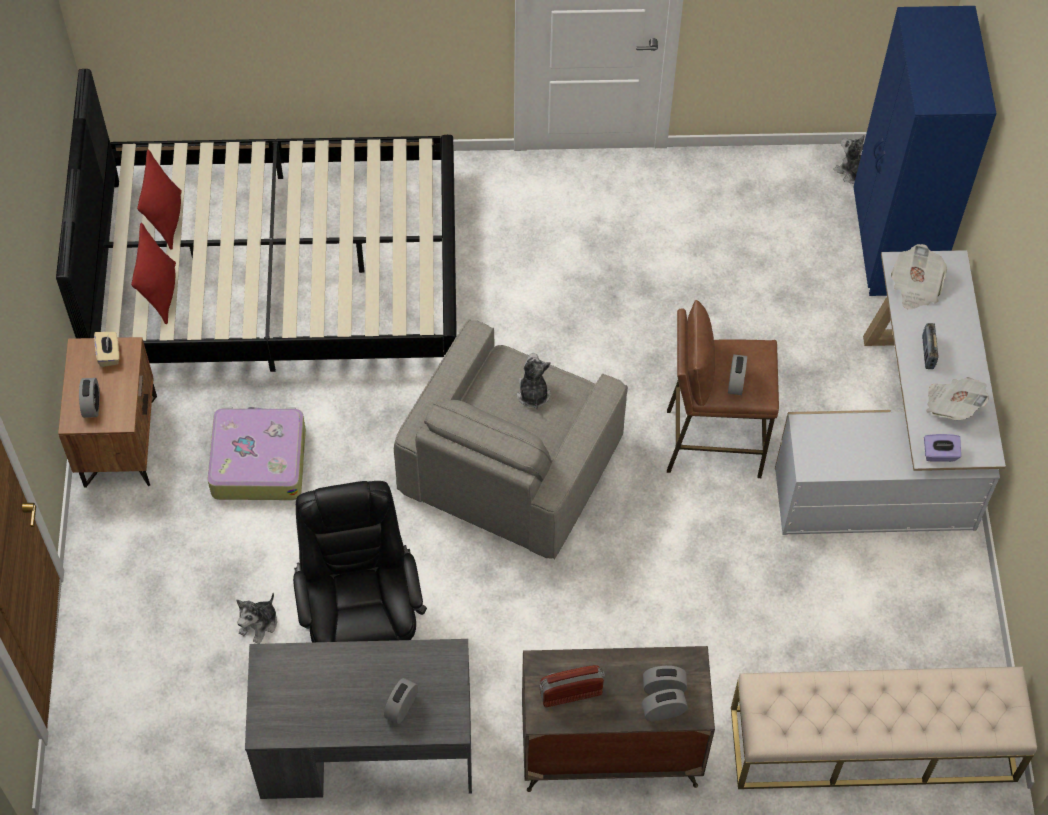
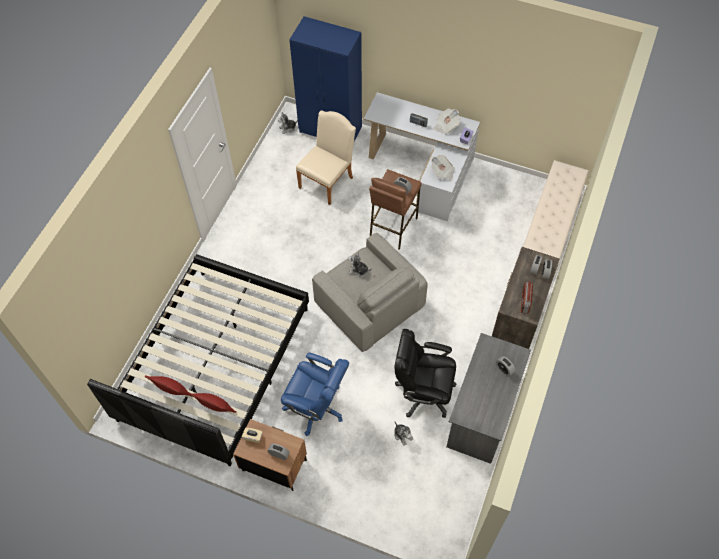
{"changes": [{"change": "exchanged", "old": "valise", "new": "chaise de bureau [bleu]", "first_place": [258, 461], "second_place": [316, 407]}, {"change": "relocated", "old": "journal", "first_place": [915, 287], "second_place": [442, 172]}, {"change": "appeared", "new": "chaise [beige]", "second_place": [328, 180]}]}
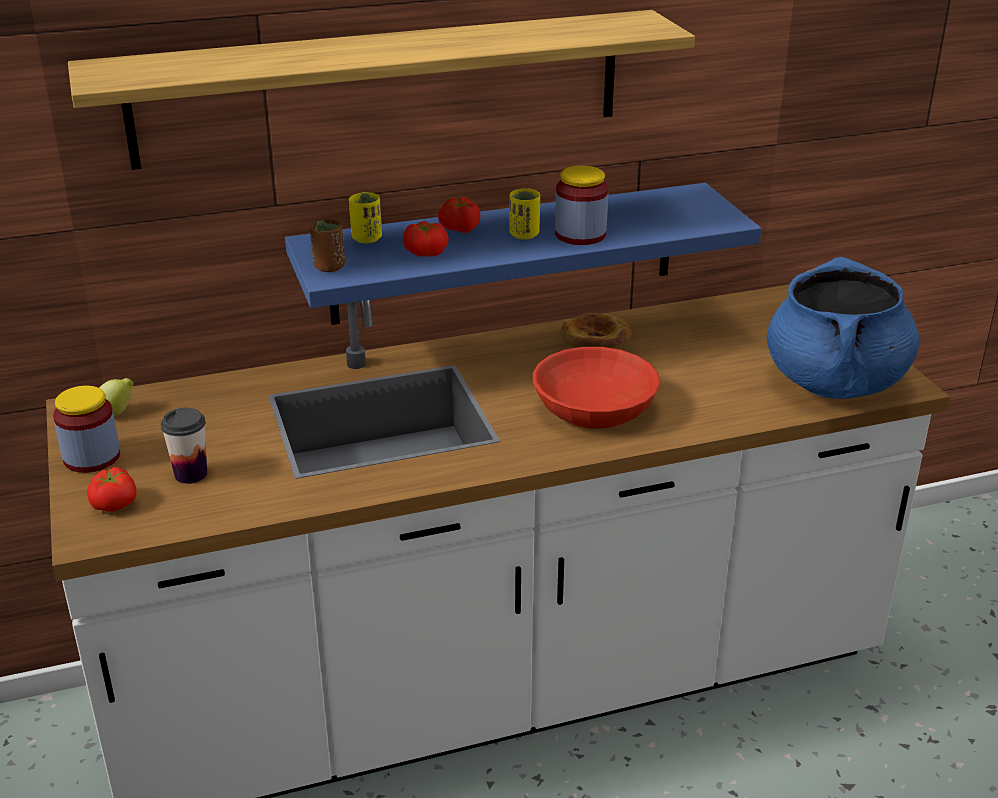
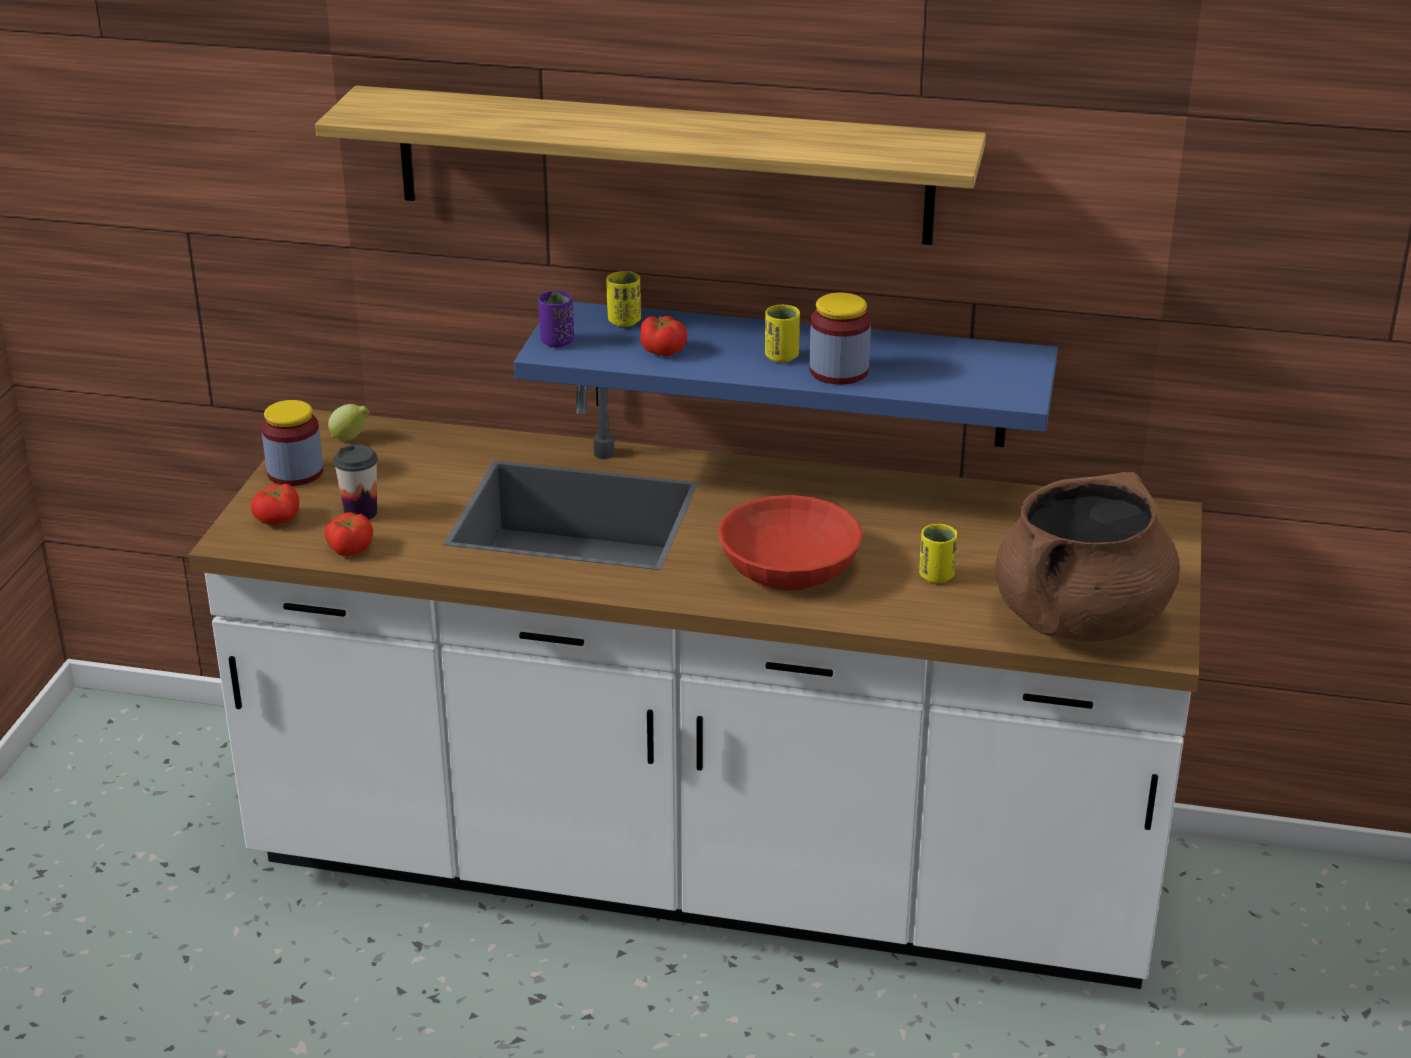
{"changes": [{"change": "colour", "old": "tasse [marron]", "new": "tasse [violet]", "first_place": [329, 267], "second_place": [557, 342]}, {"change": "relocated", "old": "tomate", "first_place": [459, 229], "second_place": [349, 548]}, {"change": "missing", "old": "pain", "first_place": [595, 338]}, {"change": "colour", "old": "marmite [bleu]", "new": "marmite [marron]", "first_place": [835, 383], "second_place": [1080, 620]}, {"change": "appeared", "new": "tasse [jaune]", "second_place": [936, 576]}]}
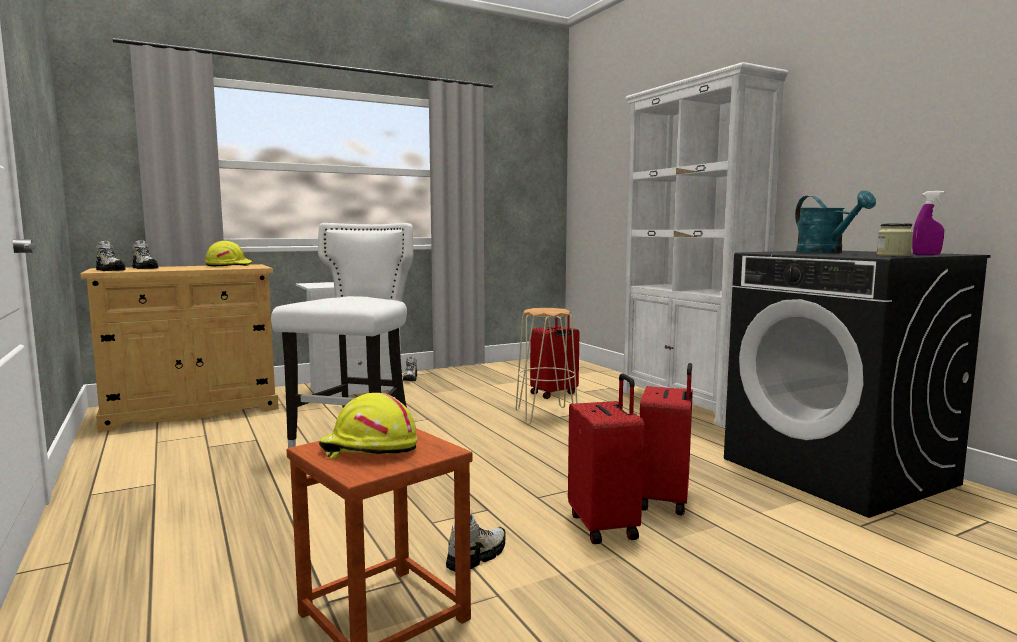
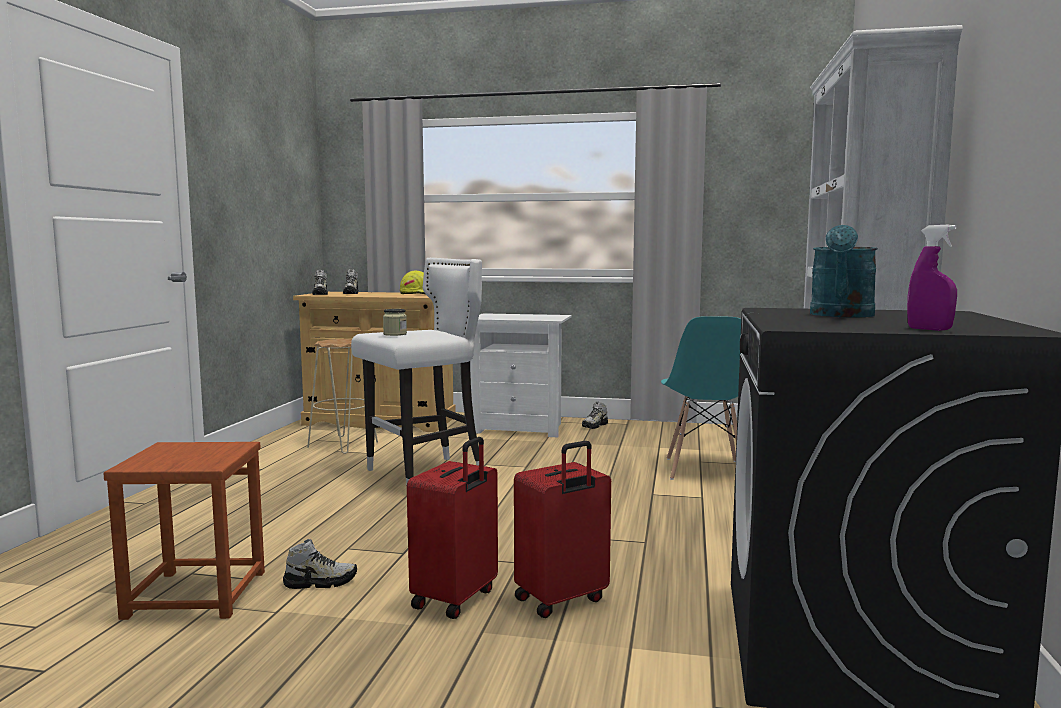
{"changes": [{"change": "missing", "old": "casque de chantier [jaune]", "first_place": [368, 449]}, {"change": "relocated", "old": "tabouret [beige]", "first_place": [546, 415], "second_place": [343, 445]}, {"change": "exchanged", "old": "valise [rouge]", "new": "chaise [turquoise]", "first_place": [554, 394], "second_place": [704, 470]}, {"change": "relocated", "old": "bocal", "first_place": [893, 255], "second_place": [395, 334]}]}
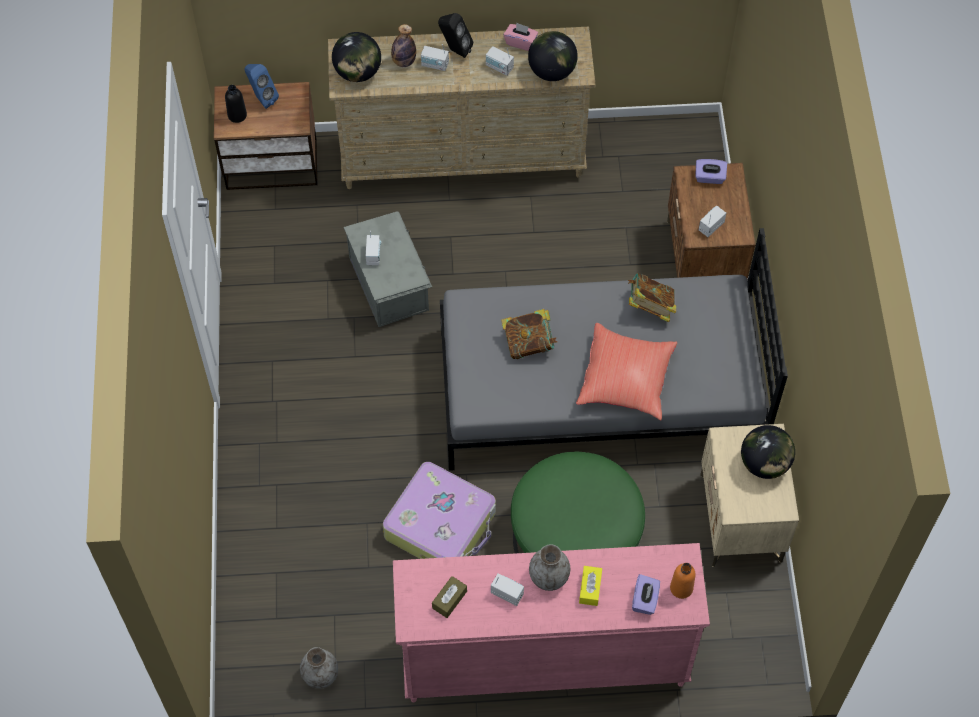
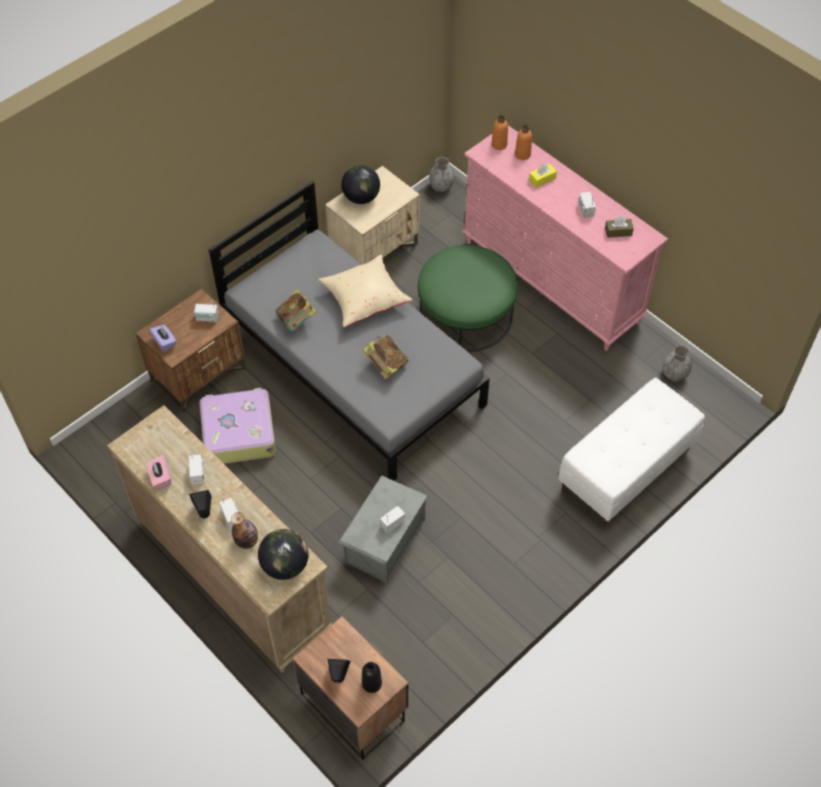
{"changes": [{"change": "colour", "old": "enceinte [bleu]", "new": "enceinte [noir]", "first_place": [262, 98], "second_place": [339, 679]}, {"change": "relocated", "old": "valise", "first_place": [441, 524], "second_place": [238, 433]}, {"change": "missing", "old": "globe", "first_place": [552, 71]}, {"change": "relocated", "old": "vase [gris]", "first_place": [548, 577], "second_place": [441, 186]}, {"change": "colour", "old": "coussin [rouge]", "new": "coussin [beige]", "first_place": [626, 381], "second_place": [364, 299]}, {"change": "exchanged", "old": "boîte à mouchoirs [violet]", "new": "bouteille [orange]", "first_place": [645, 600], "second_place": [522, 154]}, {"change": "appeared", "new": "banc [blanc]", "second_place": [626, 470]}]}
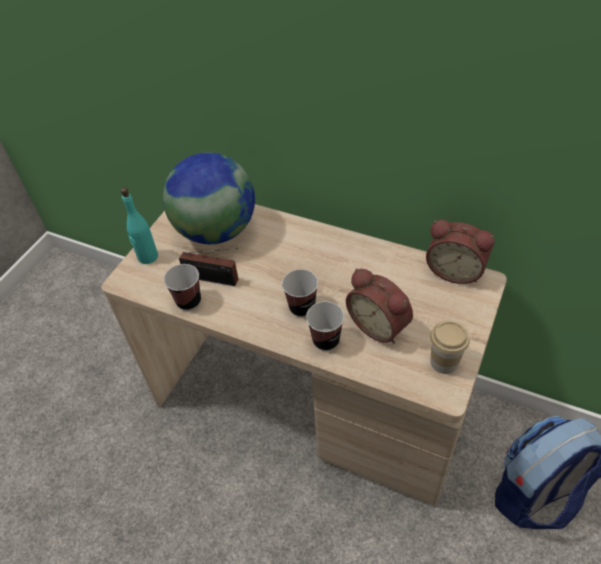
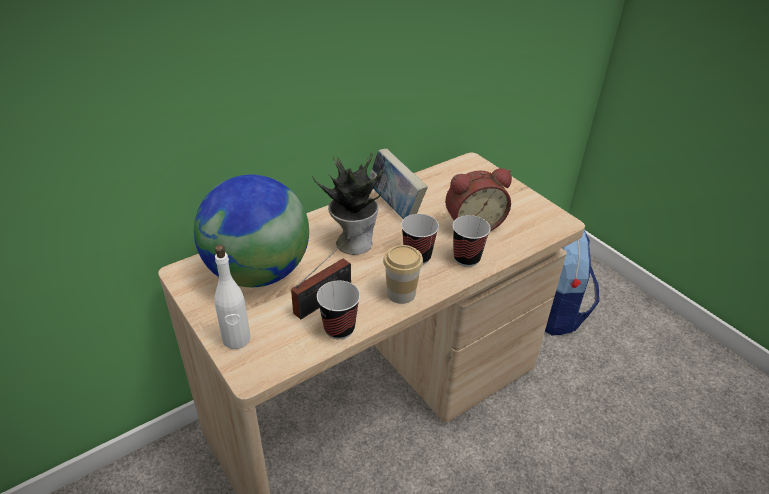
{"changes": [{"change": "colour", "old": "bouteille [turquoise]", "new": "bouteille [blanc]", "first_place": [147, 257], "second_place": [236, 339]}, {"change": "missing", "old": "réveil", "first_place": [455, 270]}, {"change": "relocated", "old": "tasse", "first_place": [444, 362], "second_place": [401, 293]}, {"change": "appeared", "new": "plante en pot", "second_place": [353, 242]}, {"change": "appeared", "new": "livre", "second_place": [395, 207]}]}
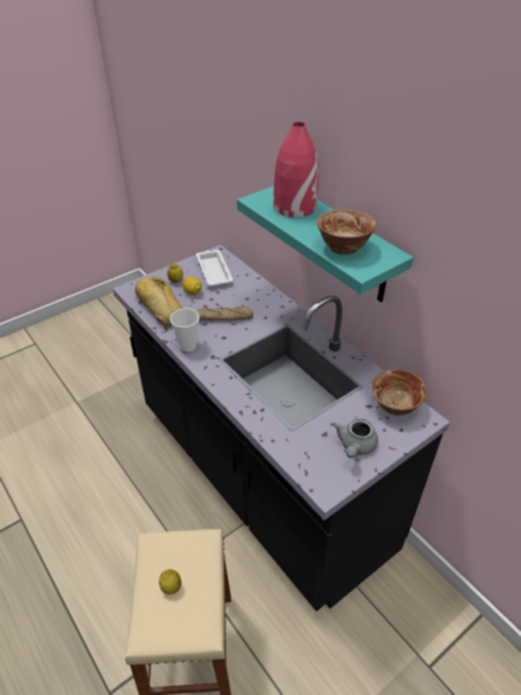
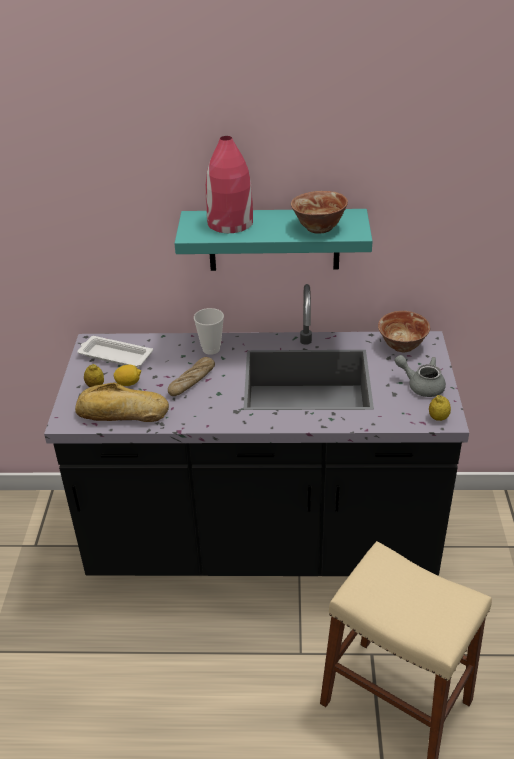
{"changes": [{"change": "relocated", "old": "citron", "first_place": [171, 587], "second_place": [438, 418]}, {"change": "relocated", "old": "tasse", "first_place": [188, 346], "second_place": [211, 349]}, {"change": "spun", "old": "théière [gris]", "first_place": [355, 446], "second_place": [421, 385], "degrees": 150}]}
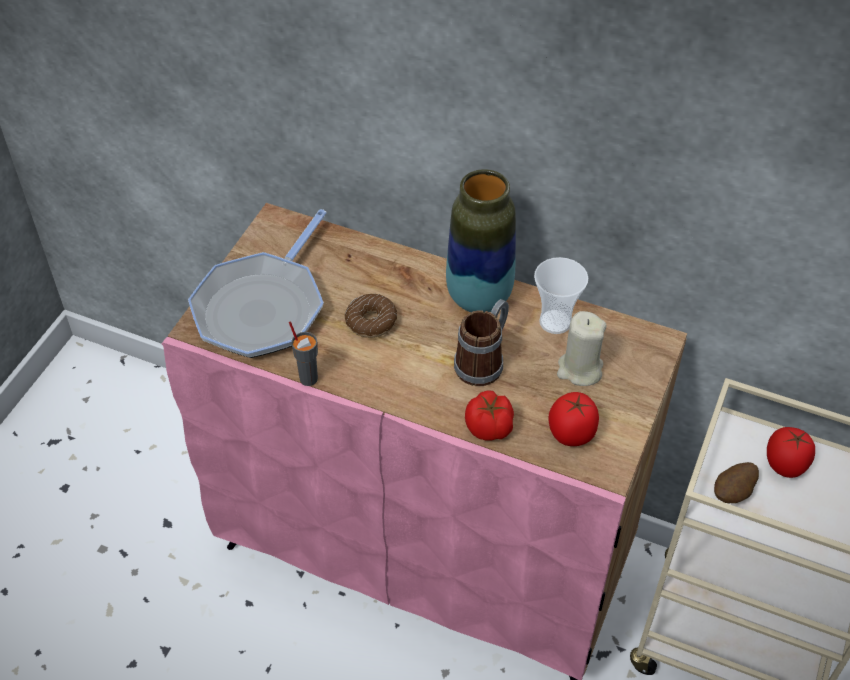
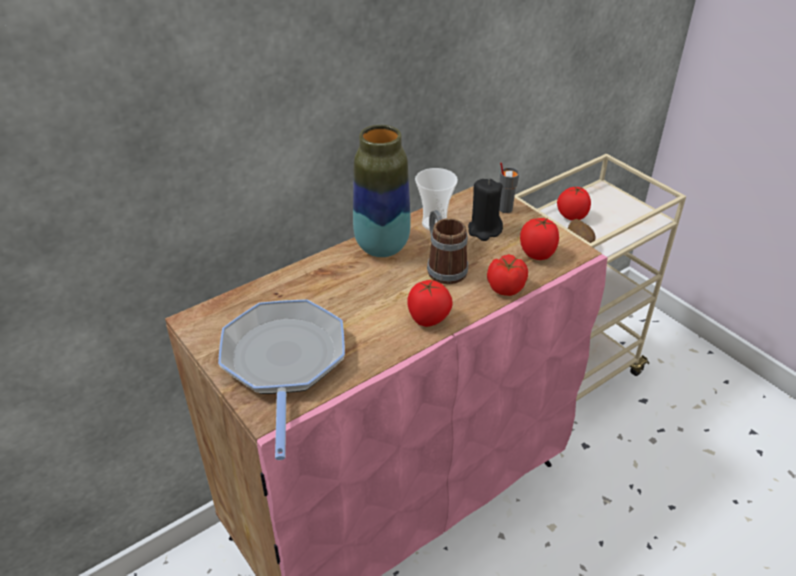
{"changes": [{"change": "spun", "old": "poêle", "first_place": [263, 307], "second_place": [284, 362], "degrees": -150}, {"change": "relocated", "old": "tasse [gris]", "first_place": [308, 378], "second_place": [505, 209]}, {"change": "missing", "old": "beignet", "first_place": [371, 321]}, {"change": "colour", "old": "bougie [beige]", "new": "bougie [noir]", "first_place": [579, 369], "second_place": [484, 230]}, {"change": "appeared", "new": "tomate", "second_place": [429, 319]}]}
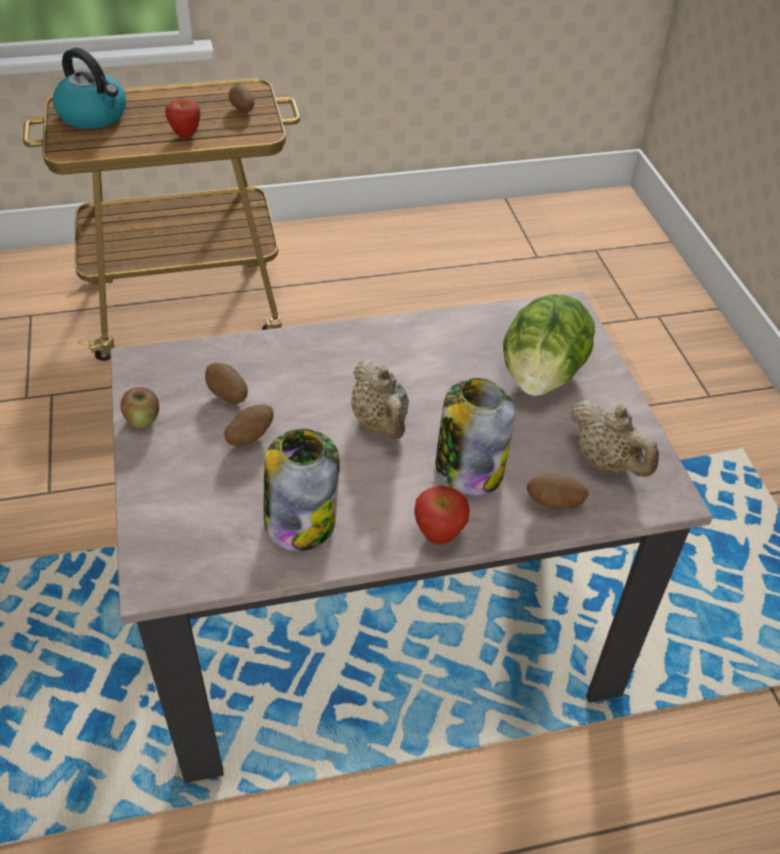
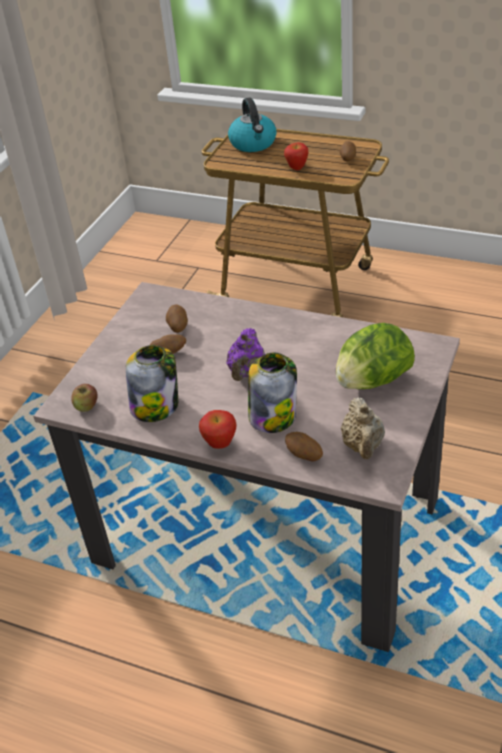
{"changes": [{"change": "relocated", "old": "pomme", "first_place": [142, 419], "second_place": [87, 406]}, {"change": "colour", "old": "théière [beige]", "new": "théière [violet]", "first_place": [381, 423], "second_place": [246, 372]}]}
